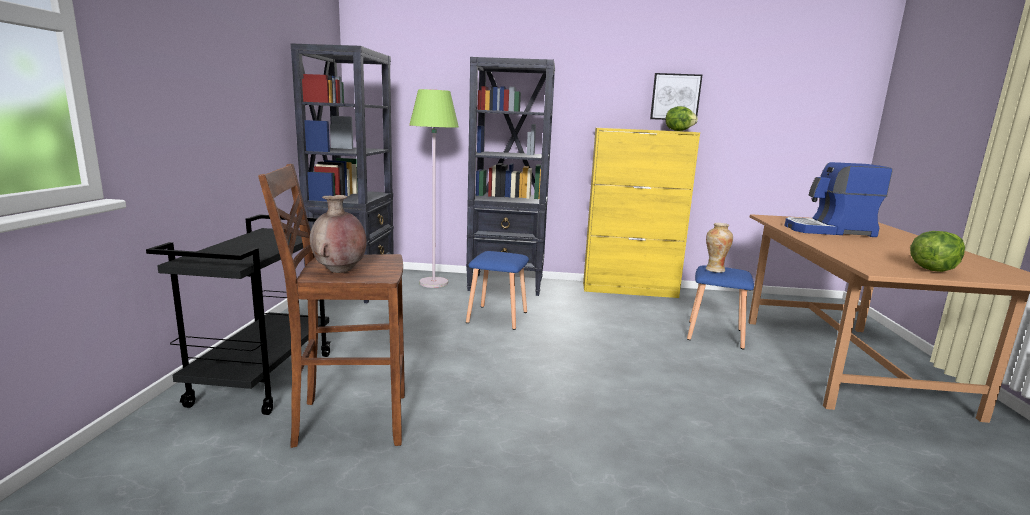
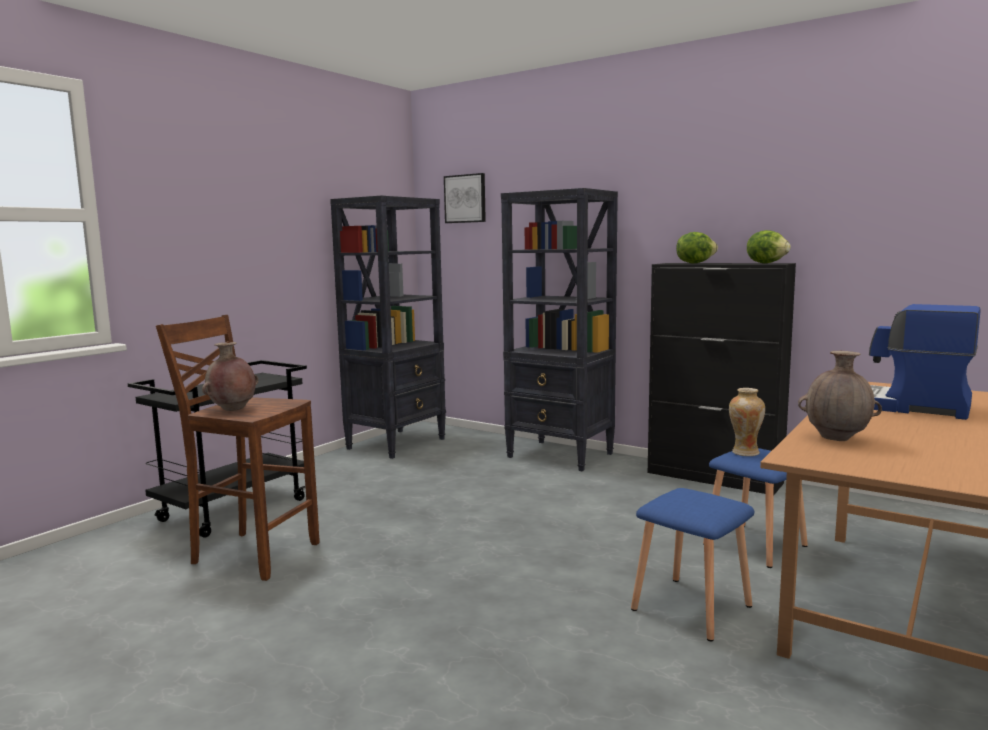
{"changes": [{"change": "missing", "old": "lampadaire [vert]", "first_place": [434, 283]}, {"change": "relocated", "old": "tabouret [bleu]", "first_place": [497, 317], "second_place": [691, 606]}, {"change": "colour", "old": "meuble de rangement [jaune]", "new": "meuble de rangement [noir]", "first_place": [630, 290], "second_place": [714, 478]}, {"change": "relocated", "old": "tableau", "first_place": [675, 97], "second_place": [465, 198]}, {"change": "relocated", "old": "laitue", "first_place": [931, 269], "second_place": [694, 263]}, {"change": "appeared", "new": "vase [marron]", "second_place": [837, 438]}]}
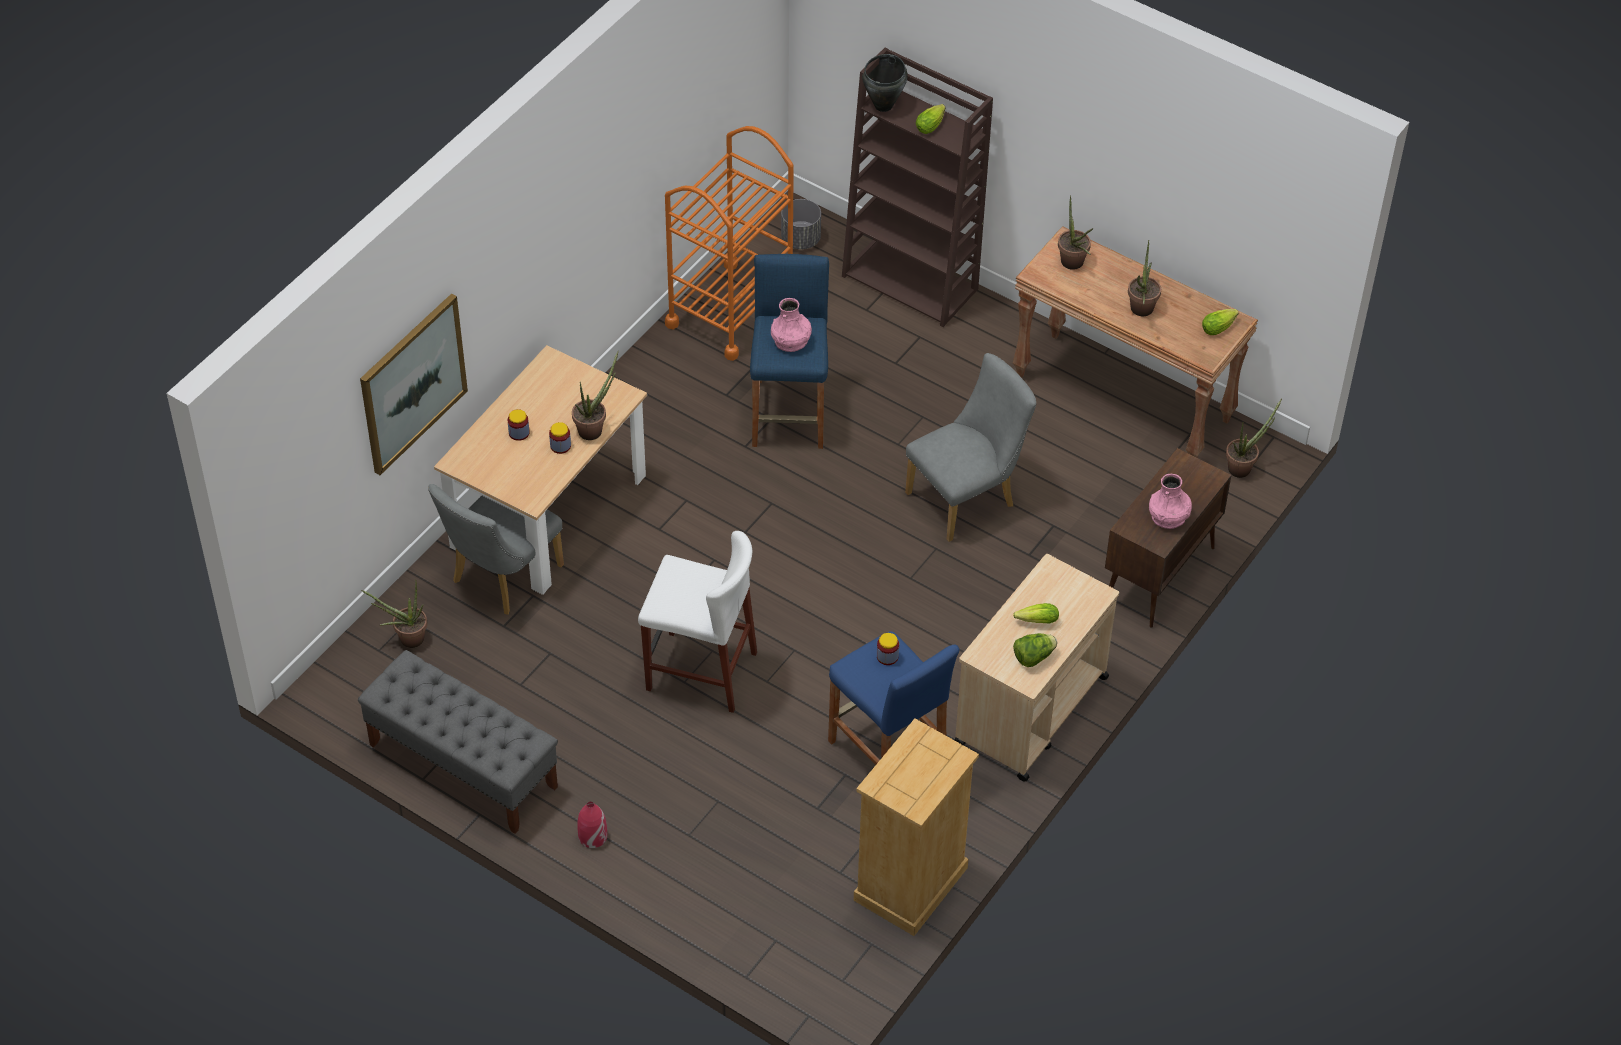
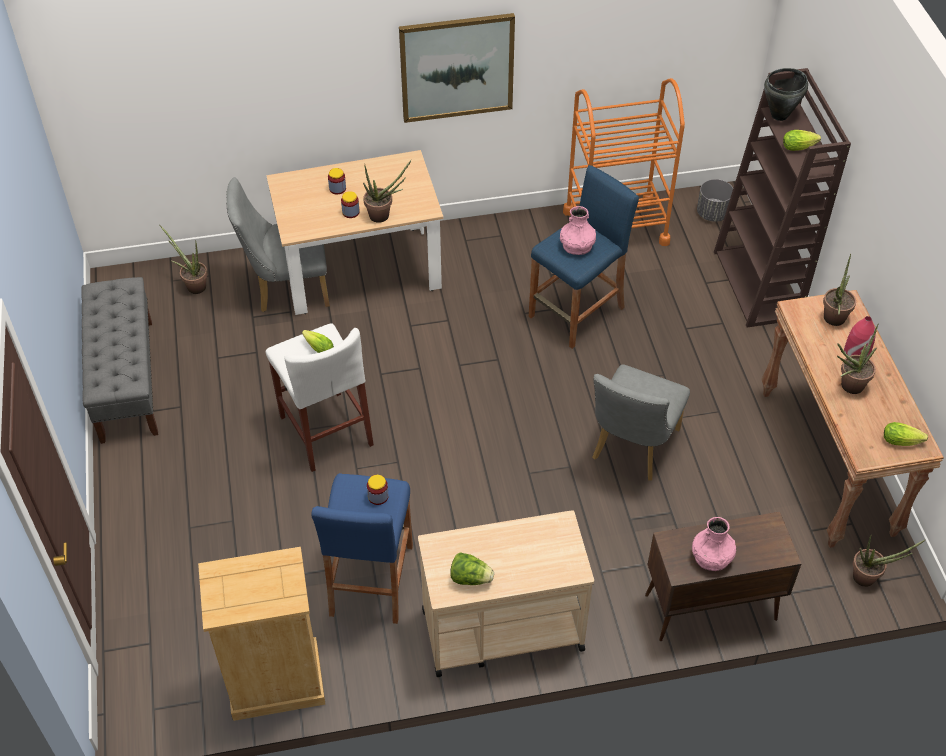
{"changes": [{"change": "relocated", "old": "tableau", "first_place": [412, 383], "second_place": [457, 67]}, {"change": "relocated", "old": "vase [rouge]", "first_place": [592, 836], "second_place": [856, 352]}, {"change": "spun", "old": "chaise [gris]", "first_place": [967, 497], "second_place": [632, 449], "degrees": 105}, {"change": "relocated", "old": "laitue", "first_place": [1035, 621], "second_place": [317, 347]}]}
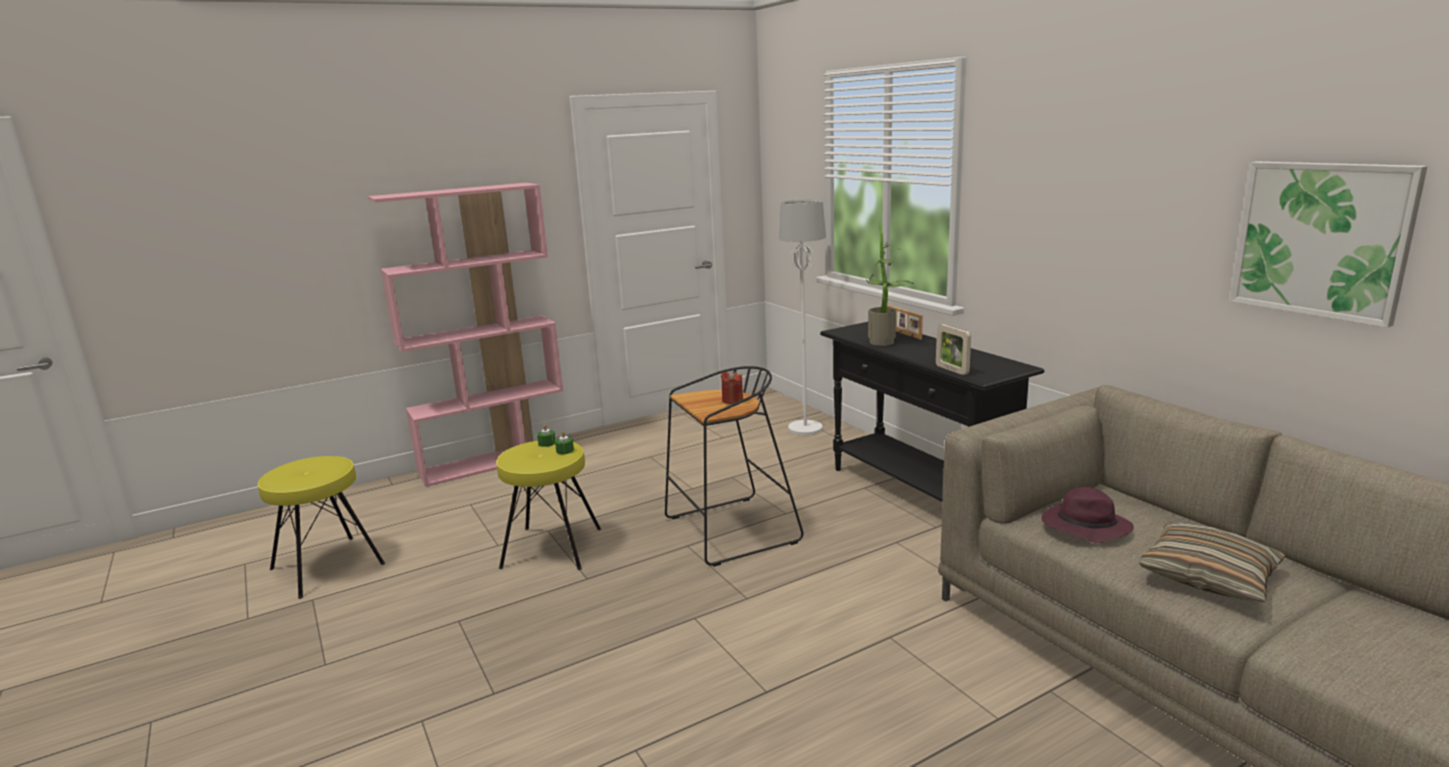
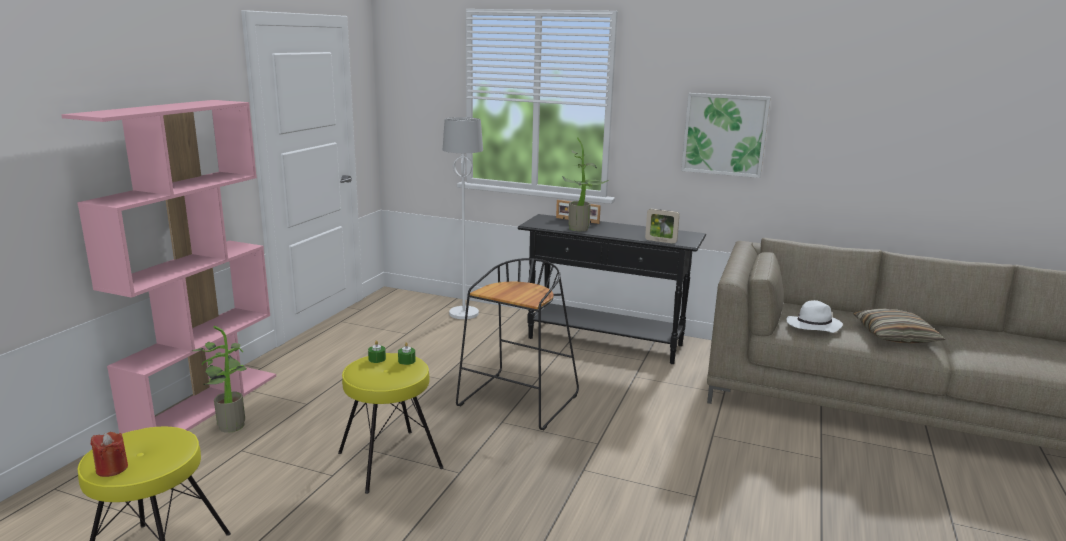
{"changes": [{"change": "relocated", "old": "bougie [rouge]", "first_place": [732, 400], "second_place": [112, 469]}, {"change": "colour", "old": "chapeau [violet]", "new": "chapeau [blanc]", "first_place": [1084, 528], "second_place": [812, 326]}, {"change": "relocated", "old": "tableau", "first_place": [1321, 239], "second_place": [724, 134]}, {"change": "appeared", "new": "plante en pot", "second_place": [230, 424]}]}
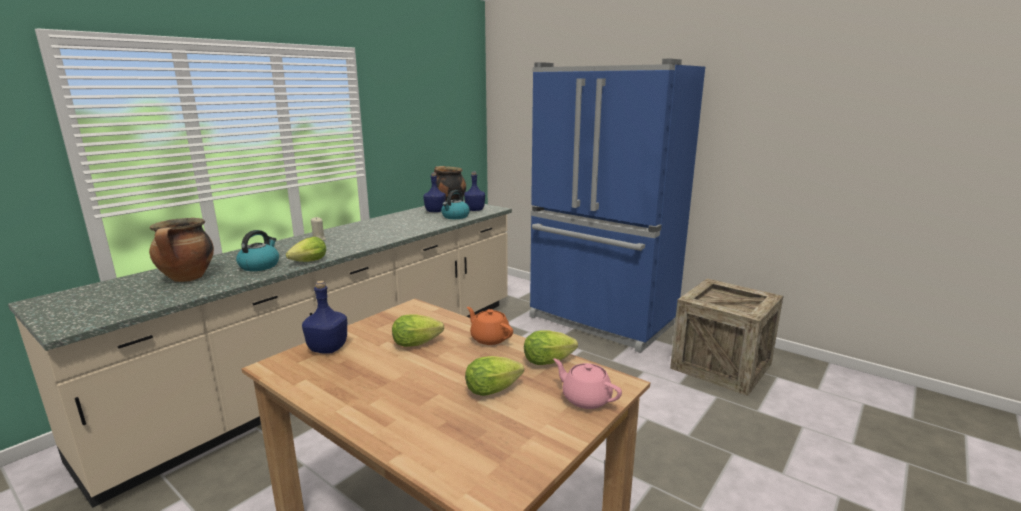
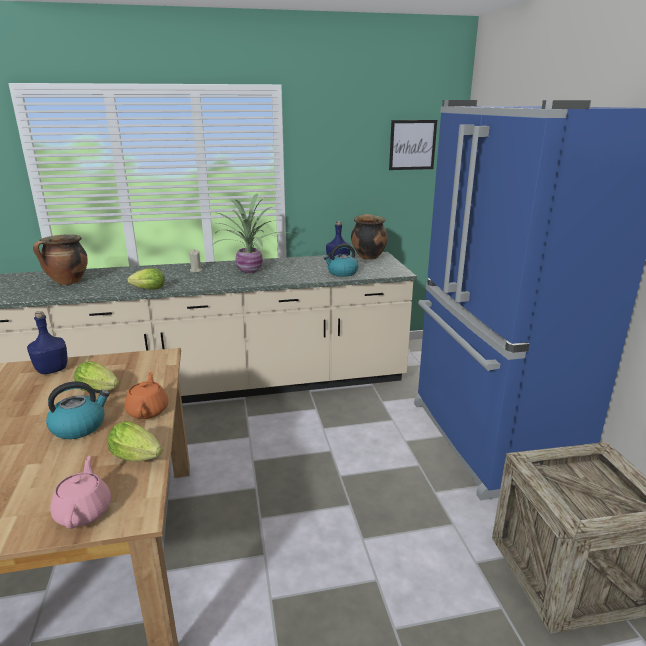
{"changes": [{"change": "relocated", "old": "bouilloire", "first_place": [260, 266], "second_place": [79, 426]}, {"change": "missing", "old": "bouteille [bleu]", "first_place": [474, 210]}, {"change": "missing", "old": "laitue", "first_place": [495, 389]}, {"change": "appeared", "new": "plante en pot", "second_place": [251, 270]}, {"change": "appeared", "new": "tableau", "second_place": [412, 145]}]}
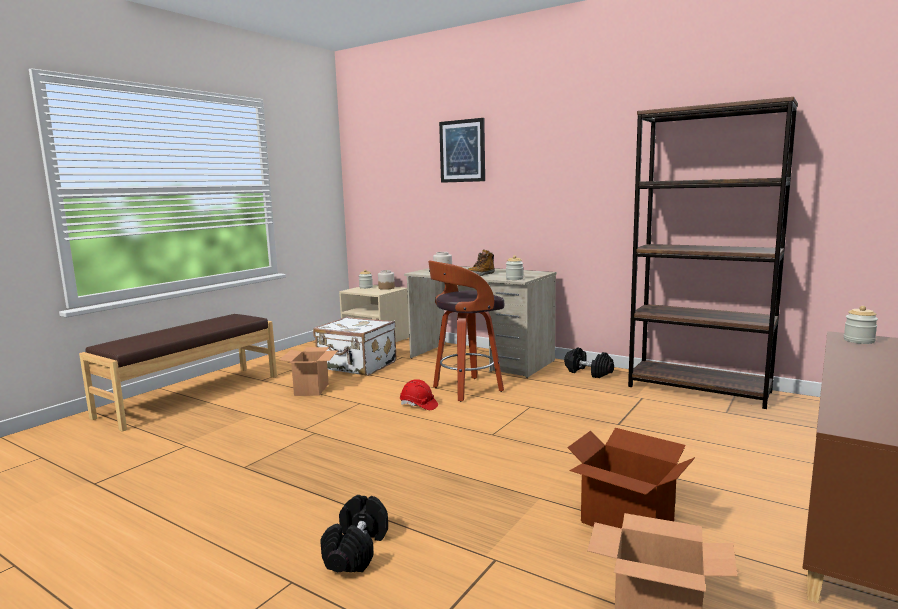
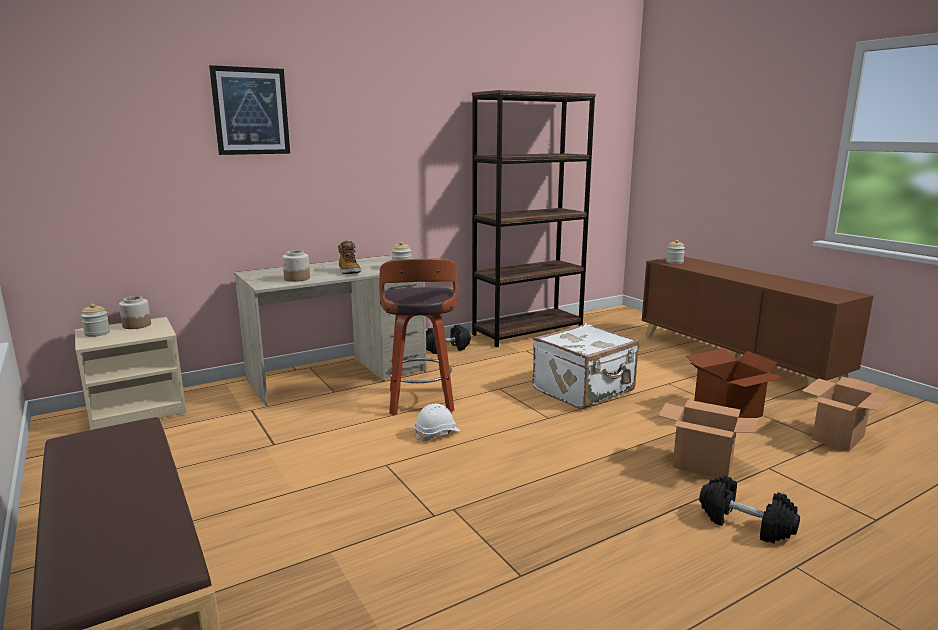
{"changes": [{"change": "relocated", "old": "carton", "first_place": [311, 389], "second_place": [701, 465]}, {"change": "relocated", "old": "valise [blanc]", "first_place": [357, 366], "second_place": [585, 390]}, {"change": "colour", "old": "casque de chantier [rouge]", "new": "casque de chantier [blanc]", "first_place": [418, 405], "second_place": [437, 434]}]}
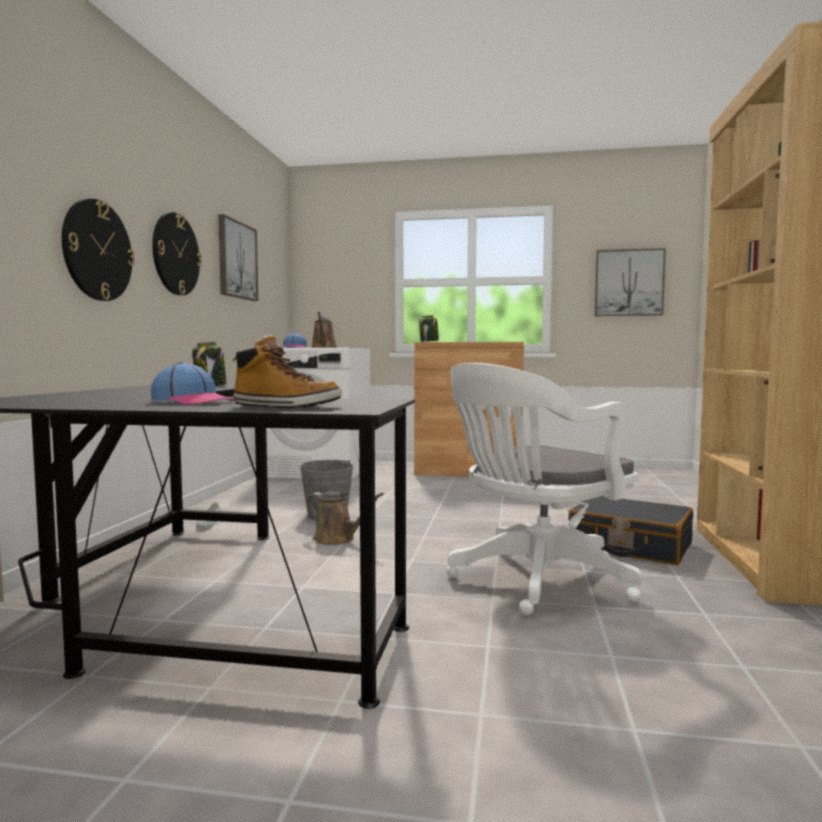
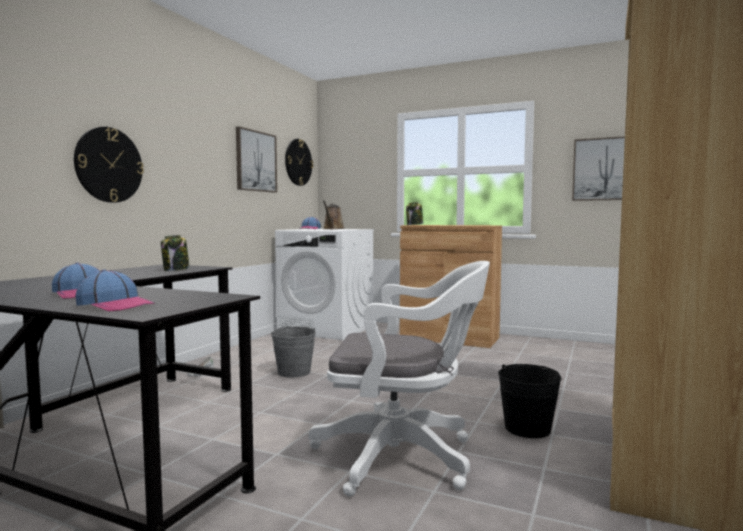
{"changes": [{"change": "relocated", "old": "horloge murale", "first_place": [175, 254], "second_place": [298, 162]}, {"change": "exchanged", "old": "botte", "new": "casquette", "first_place": [286, 407], "second_place": [116, 305]}, {"change": "missing", "old": "arrosoir [marron]", "first_place": [337, 539]}, {"change": "spun", "old": "chaise de bureau [blanc]", "first_place": [535, 581], "second_place": [403, 457], "degrees": -150}, {"change": "exchanged", "old": "valise [noir]", "new": "seau [noir]", "first_place": [630, 545], "second_place": [527, 428]}]}
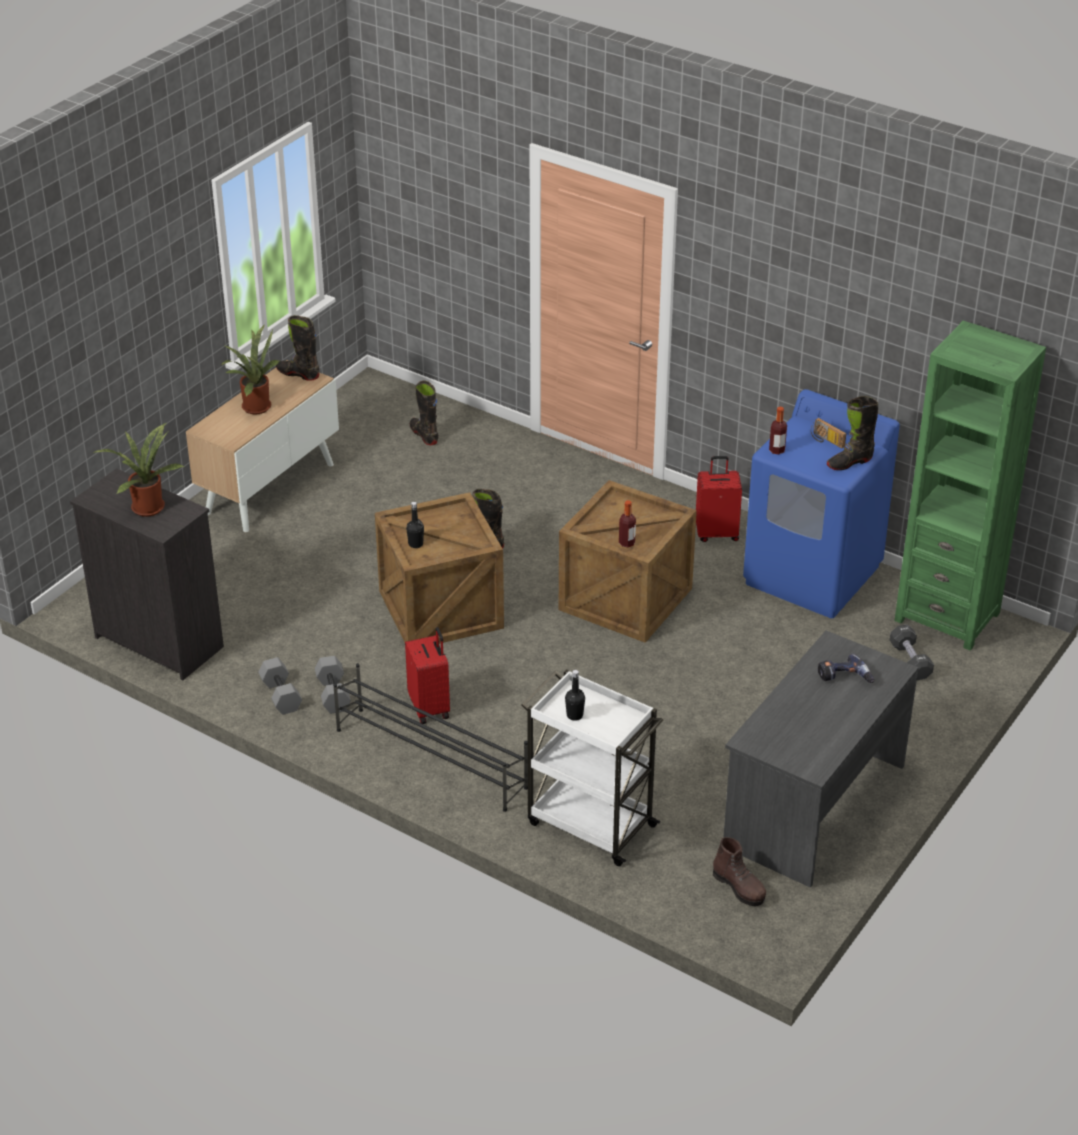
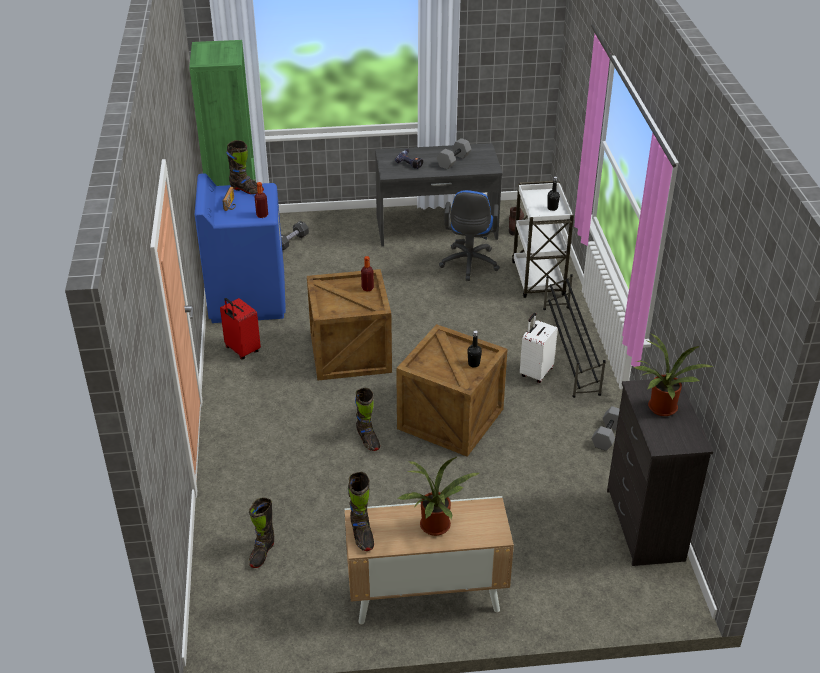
{"changes": [{"change": "relocated", "old": "haltère [gris]", "first_place": [334, 694], "second_place": [453, 160]}, {"change": "colour", "old": "valise [rouge]", "new": "valise [blanc]", "first_place": [430, 707], "second_place": [535, 372]}, {"change": "appeared", "new": "chaise de bureau [bleu]", "second_place": [469, 265]}]}
